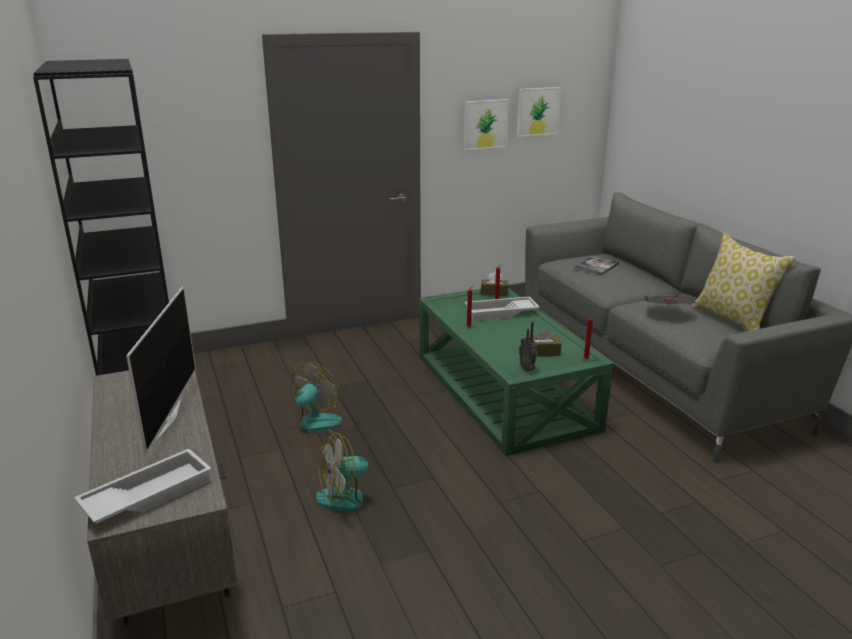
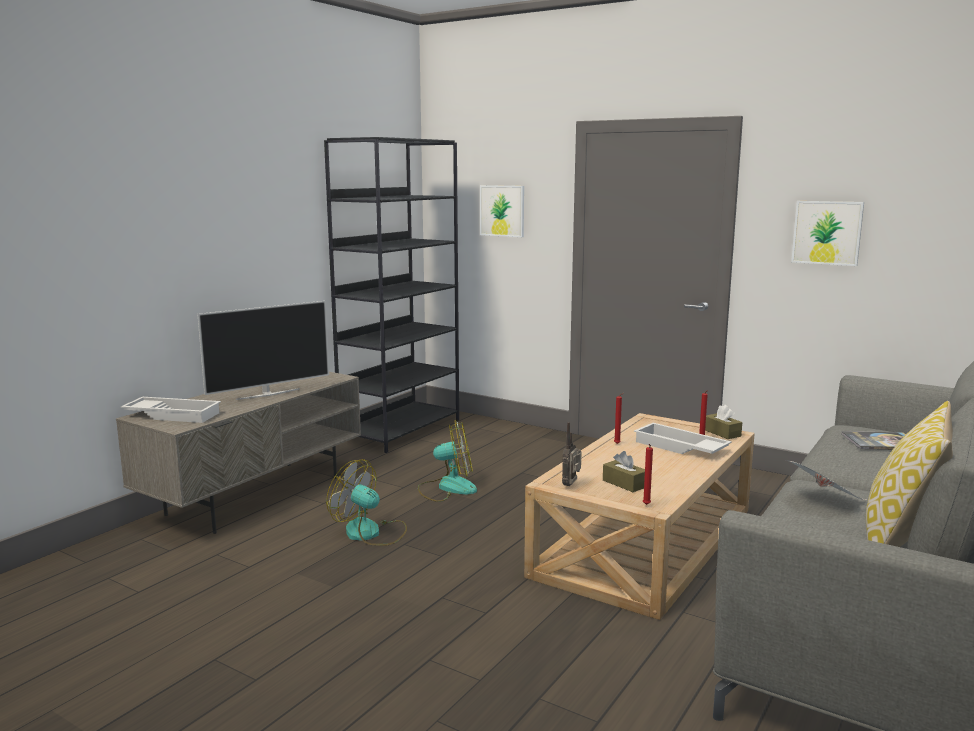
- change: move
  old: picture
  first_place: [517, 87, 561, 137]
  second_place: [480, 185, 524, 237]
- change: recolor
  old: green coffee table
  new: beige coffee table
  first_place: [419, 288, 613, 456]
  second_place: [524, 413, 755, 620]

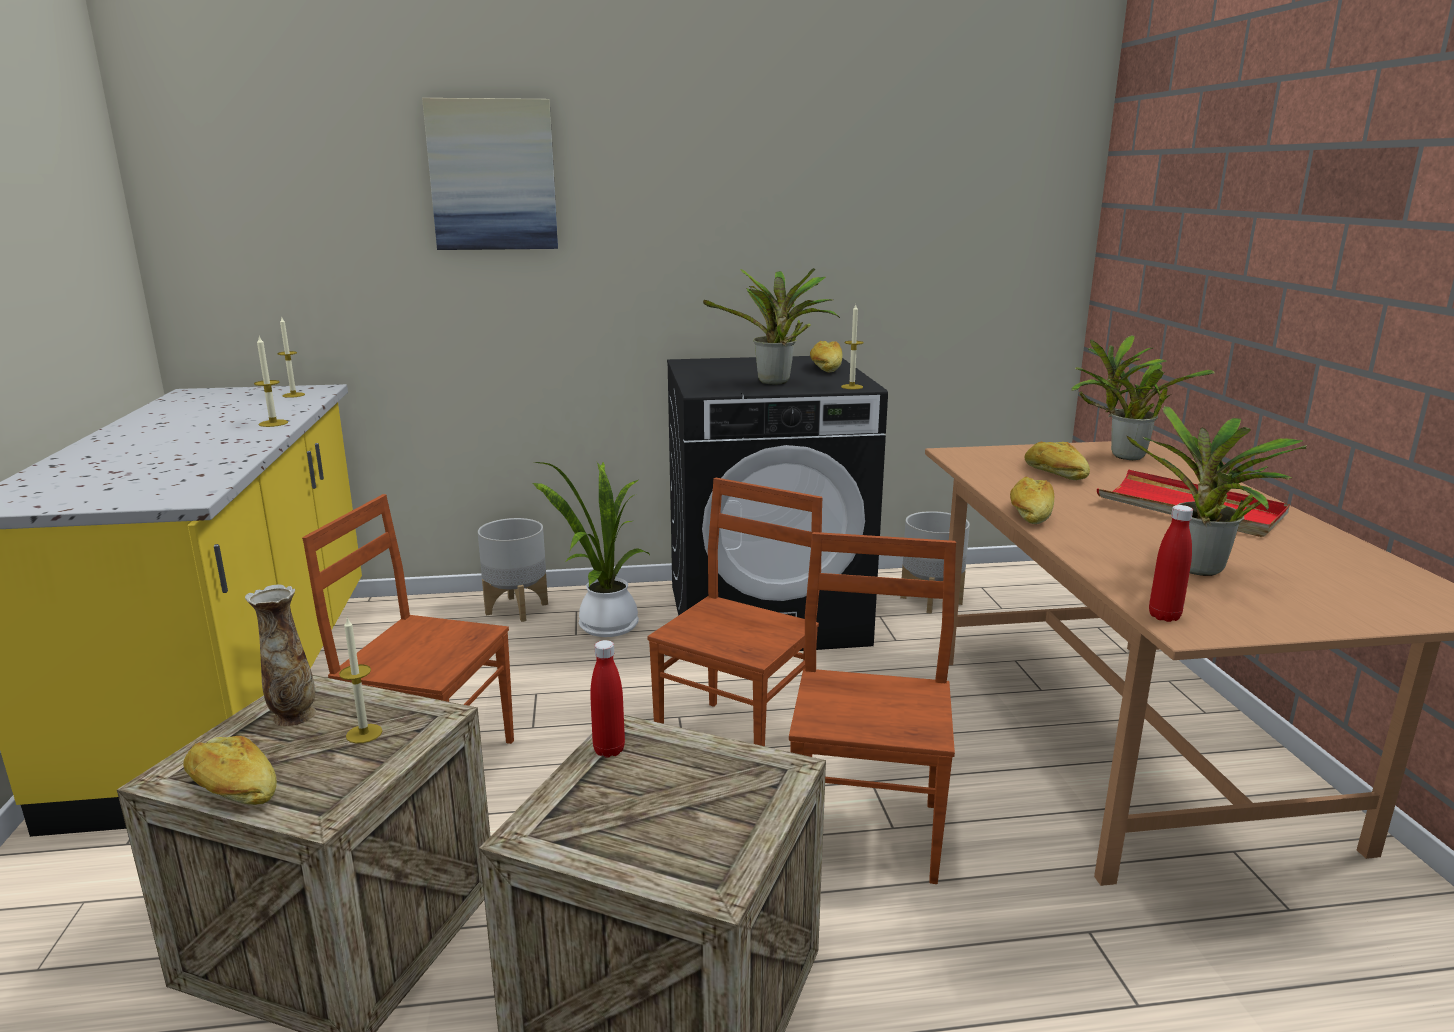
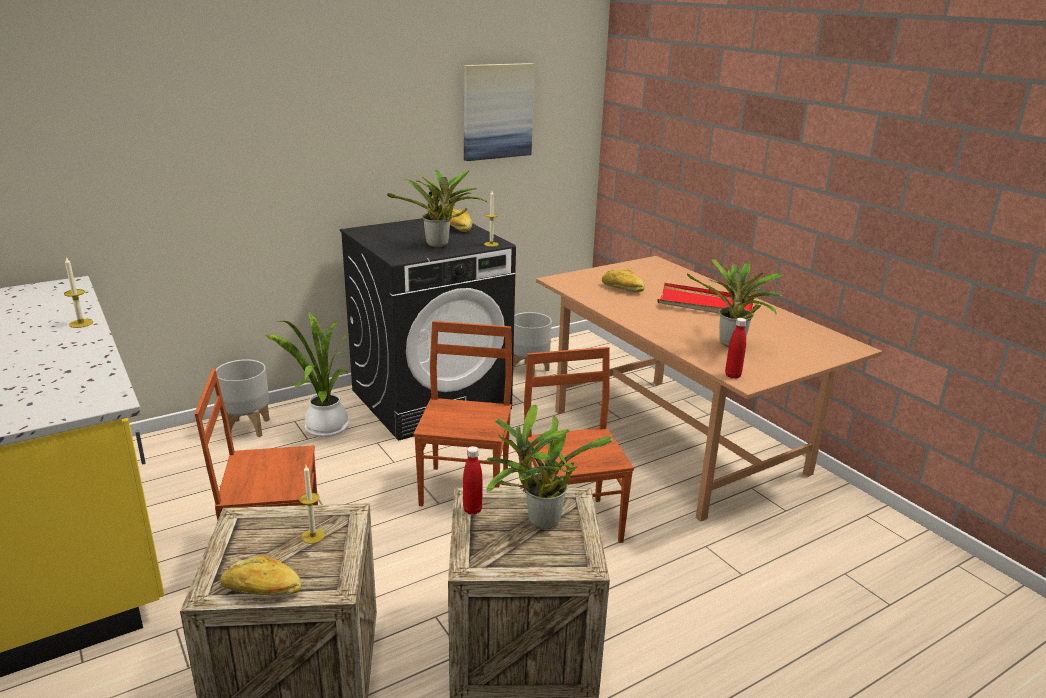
- change: move
  old: picture
  first_place: [422, 98, 558, 250]
  second_place: [463, 63, 534, 161]
- change: move
  old: potted plant
  first_place: [1071, 335, 1215, 460]
  second_place: [486, 405, 613, 529]
- change: delete
  old: vase
  first_place: [245, 584, 316, 726]
- change: delete
  old: candle
  first_place: [278, 317, 305, 398]
- change: delete
  old: bread
  first_place: [1010, 476, 1054, 524]

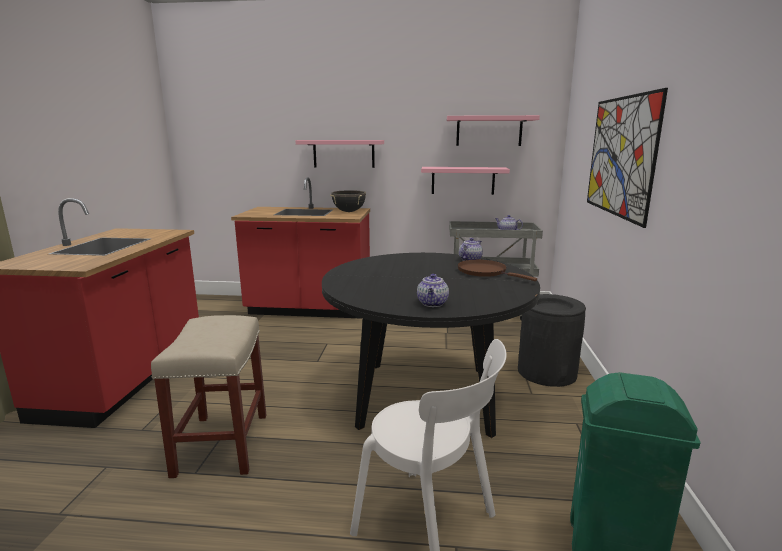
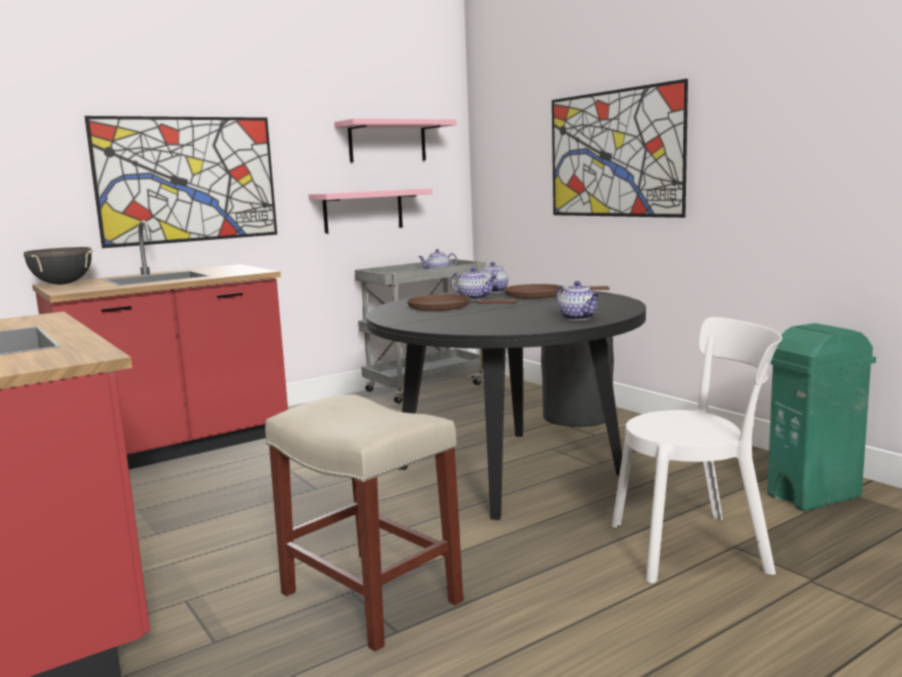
- change: move
  old: black cooking pot
  first_place: [330, 190, 366, 212]
  second_place: [24, 247, 93, 285]
- change: replace
  old: pink shelf
  new: picture
  first_place: [295, 140, 384, 168]
  second_place: [85, 116, 277, 248]
- change: insert
  new: brown frying pan
  second_place: [407, 295, 517, 311]
- change: insert
  new: teapot
  second_place: [451, 267, 497, 300]

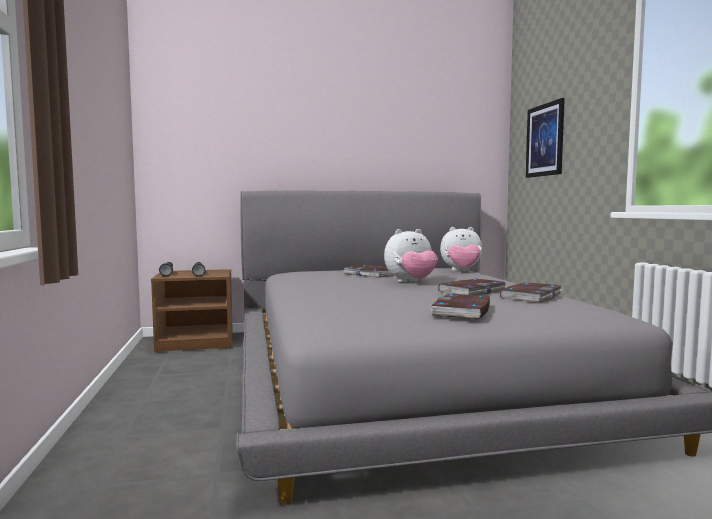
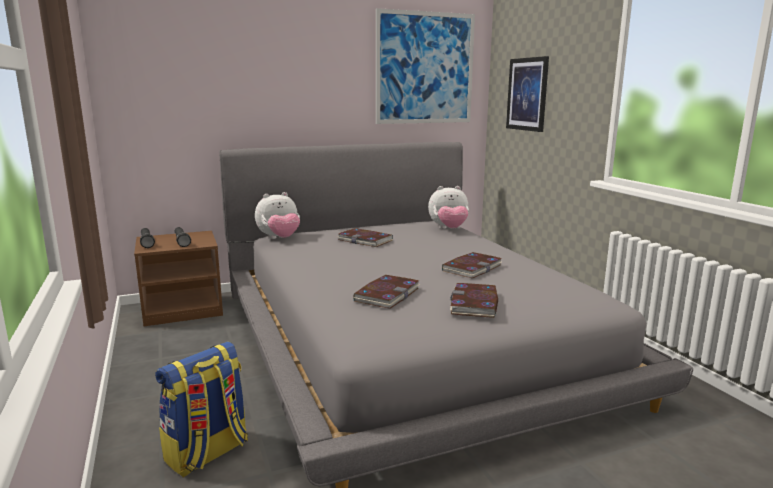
- change: insert
  new: backpack
  second_place: [155, 341, 248, 477]
- change: move
  old: plush toy
  first_place: [384, 229, 438, 282]
  second_place: [255, 192, 300, 239]
- change: move
  old: book
  first_place: [500, 282, 561, 302]
  second_place: [353, 275, 420, 309]
- change: insert
  new: picture
  second_place: [376, 8, 475, 124]

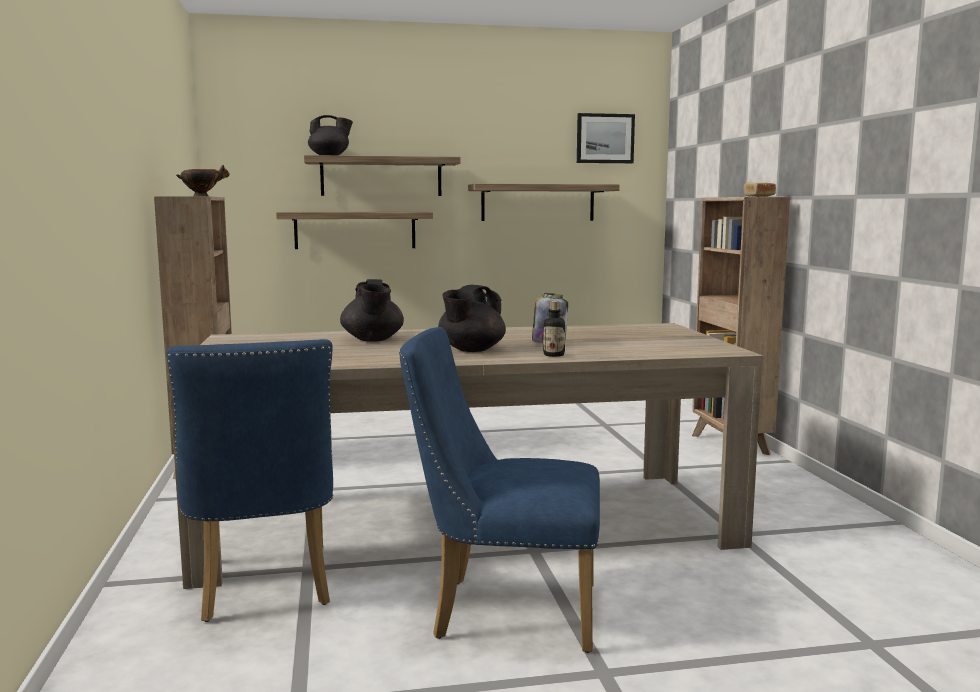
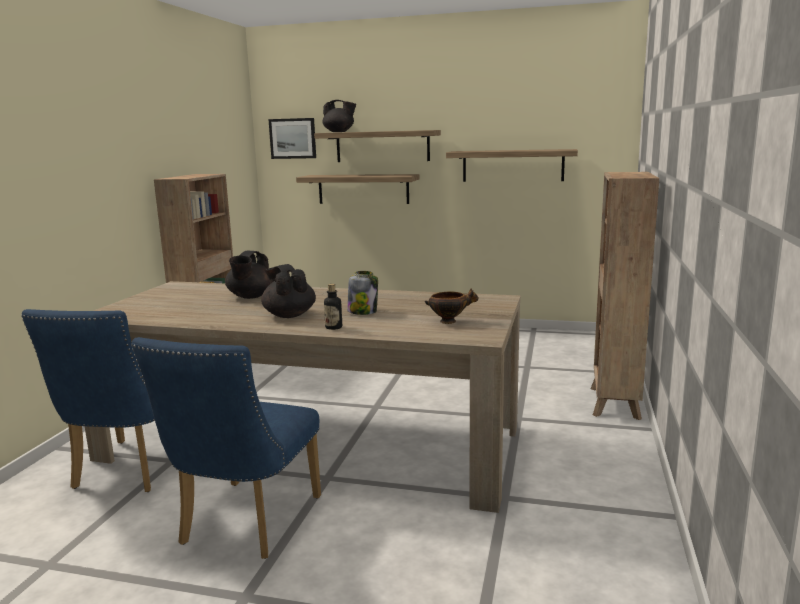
- change: rotate
  old: blue chair
  first_place: [399, 327, 600, 653]
  second_place: [131, 337, 321, 559]
  degrees: -105
- change: rotate
  old: black teapot
  first_place: [438, 285, 506, 352]
  second_place: [261, 264, 316, 318]
  degrees: 90
- change: move
  old: picture
  first_place: [577, 113, 635, 163]
  second_place: [268, 118, 316, 159]
- change: move
  old: bowl
  first_place: [176, 165, 230, 196]
  second_place: [425, 288, 479, 324]
- change: delete
  old: bread
  first_place: [743, 182, 776, 197]

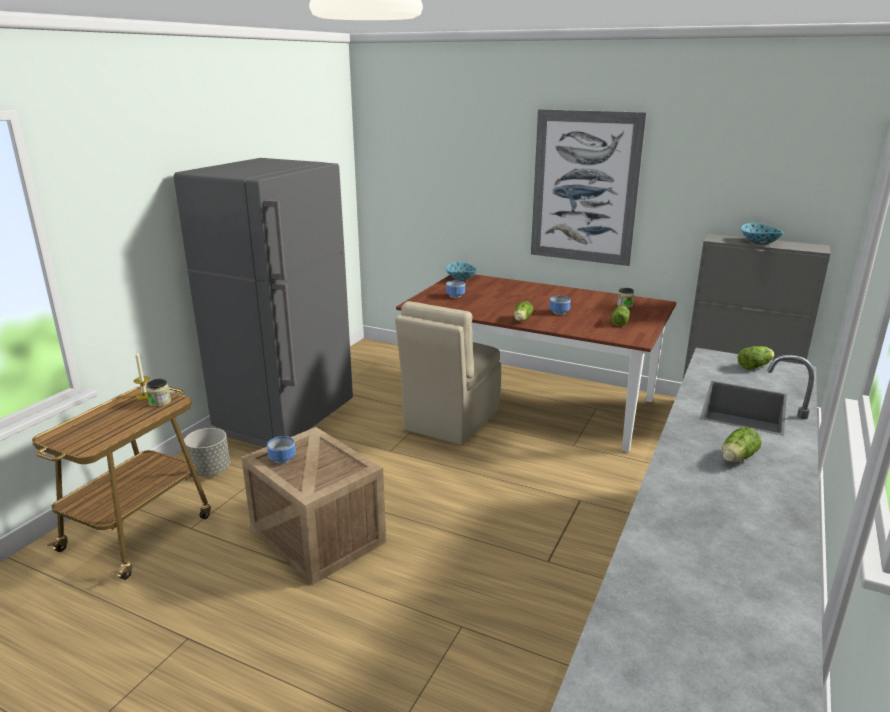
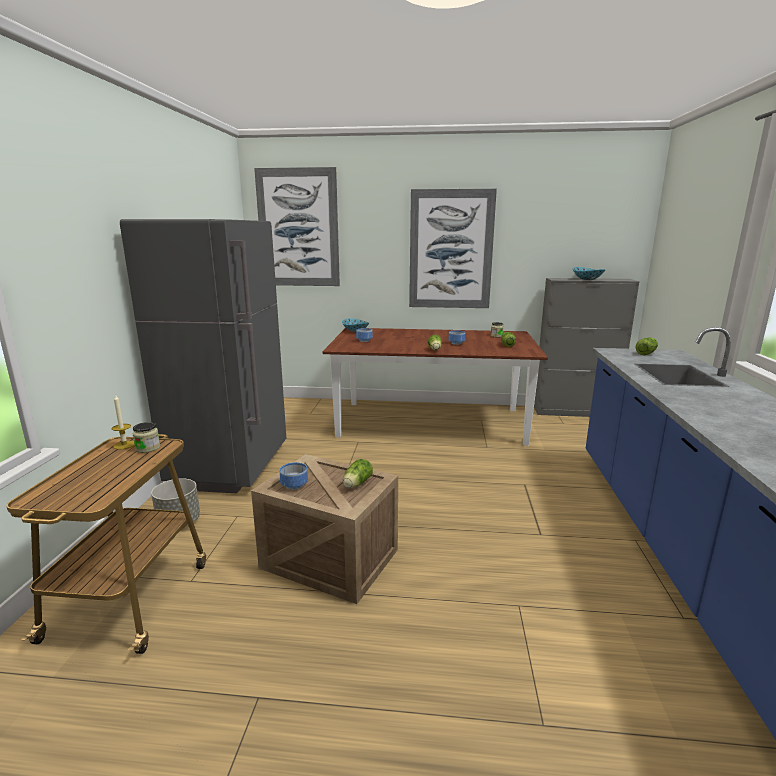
- change: insert
  new: picture
  second_place: [254, 167, 340, 286]
- change: move
  old: lettuce
  first_place: [722, 427, 762, 462]
  second_place: [343, 459, 373, 488]
- change: delete
  old: beige chair
  first_place: [395, 301, 501, 445]

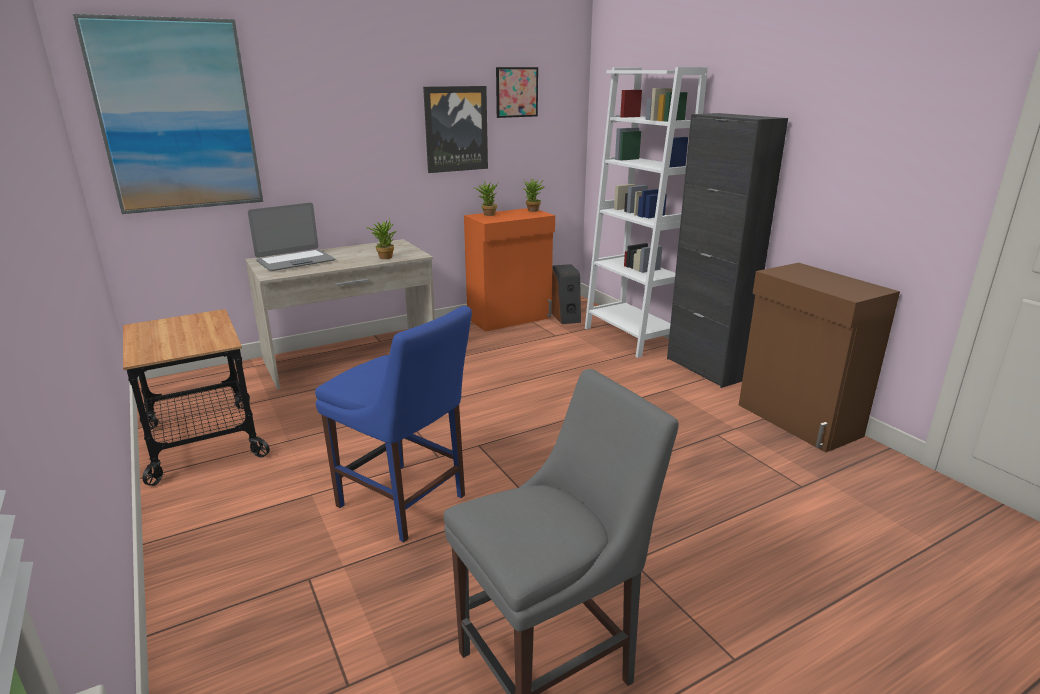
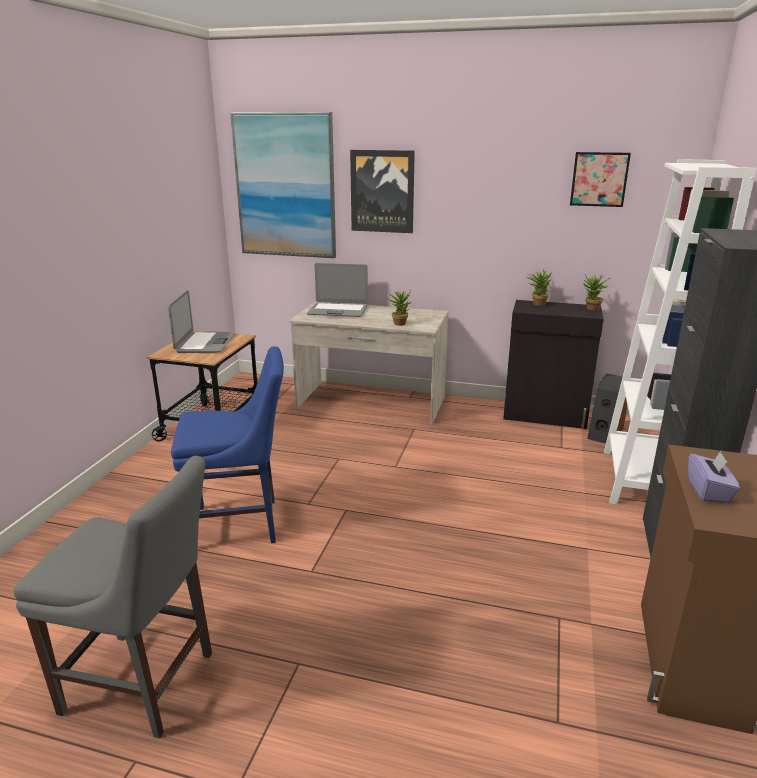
- change: insert
  new: laptop
  second_place: [168, 290, 235, 353]
- change: rotate
  old: blue chair
  first_place: [315, 306, 472, 542]
  second_place: [171, 346, 284, 543]
  degrees: -90
- change: move
  old: picture
  first_place: [423, 86, 488, 173]
  second_place: [350, 150, 415, 233]
- change: recolor
  old: orange cabinet
  new: black cabinet
  first_place: [464, 208, 555, 332]
  second_place: [503, 300, 604, 429]
- change: insert
  new: purple tissue box
  second_place: [688, 451, 740, 503]

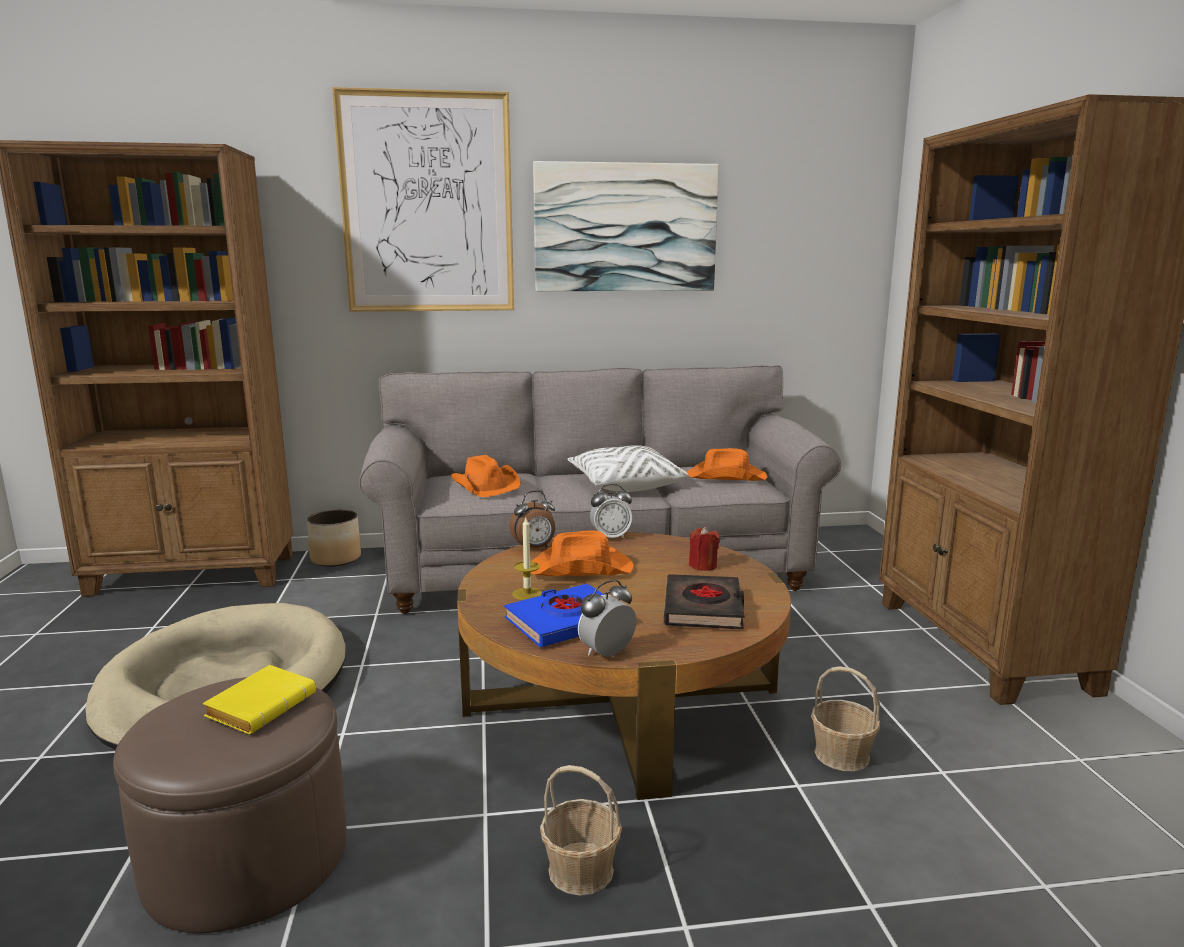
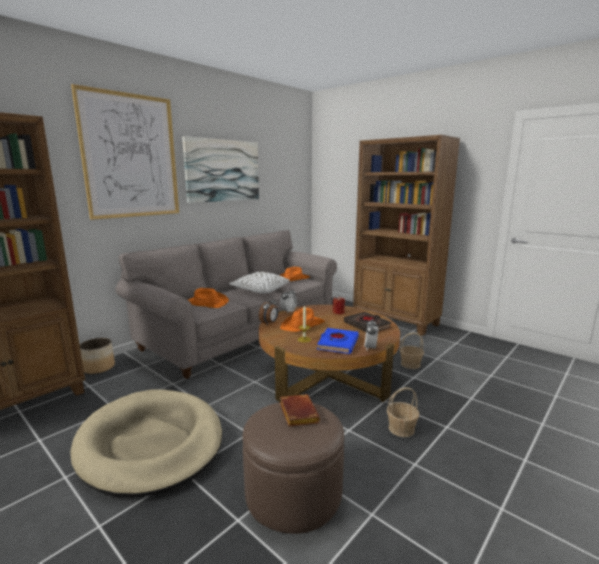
- change: recolor
  old: yellow book
  new: brown book
  first_place: [203, 665, 316, 734]
  second_place: [280, 394, 321, 427]

